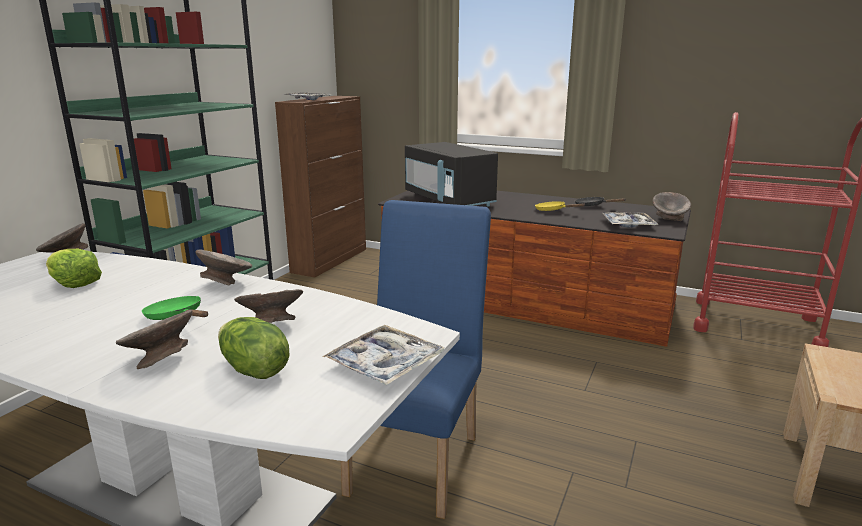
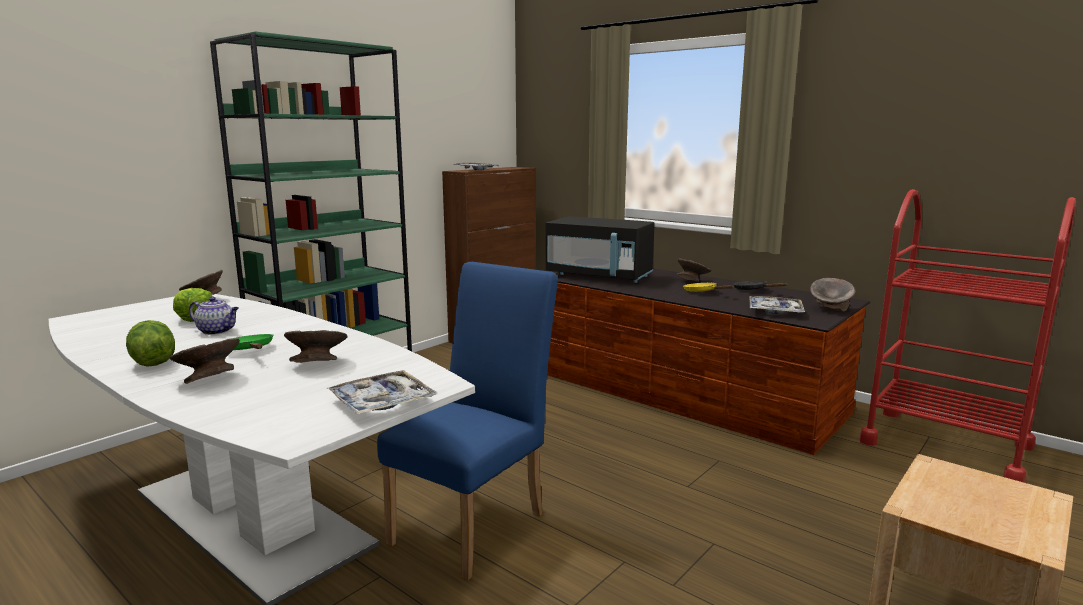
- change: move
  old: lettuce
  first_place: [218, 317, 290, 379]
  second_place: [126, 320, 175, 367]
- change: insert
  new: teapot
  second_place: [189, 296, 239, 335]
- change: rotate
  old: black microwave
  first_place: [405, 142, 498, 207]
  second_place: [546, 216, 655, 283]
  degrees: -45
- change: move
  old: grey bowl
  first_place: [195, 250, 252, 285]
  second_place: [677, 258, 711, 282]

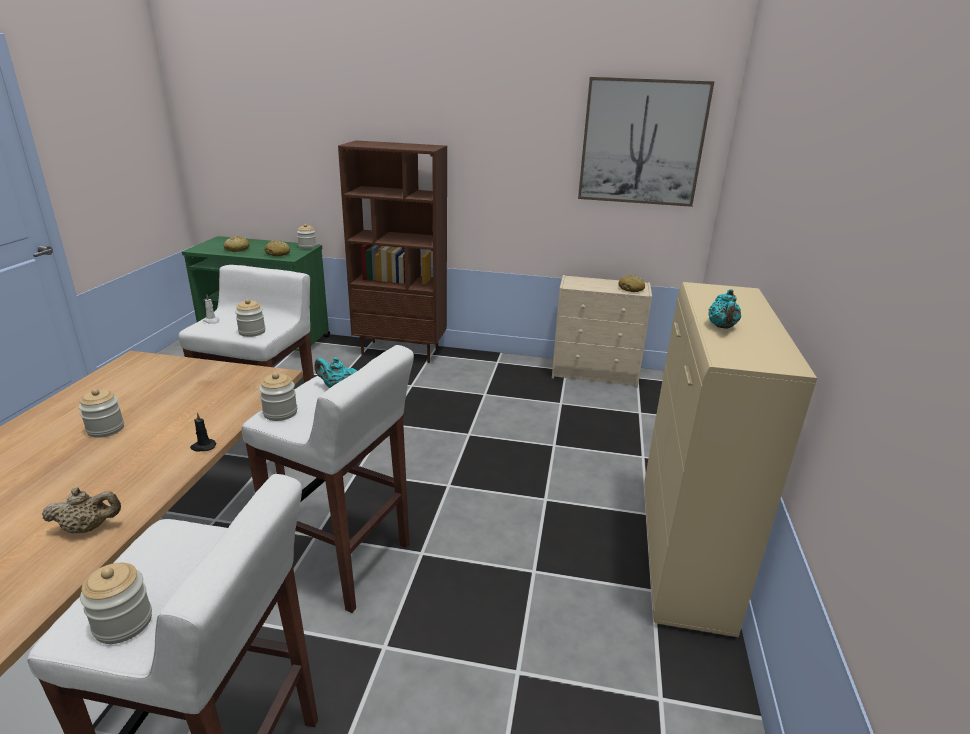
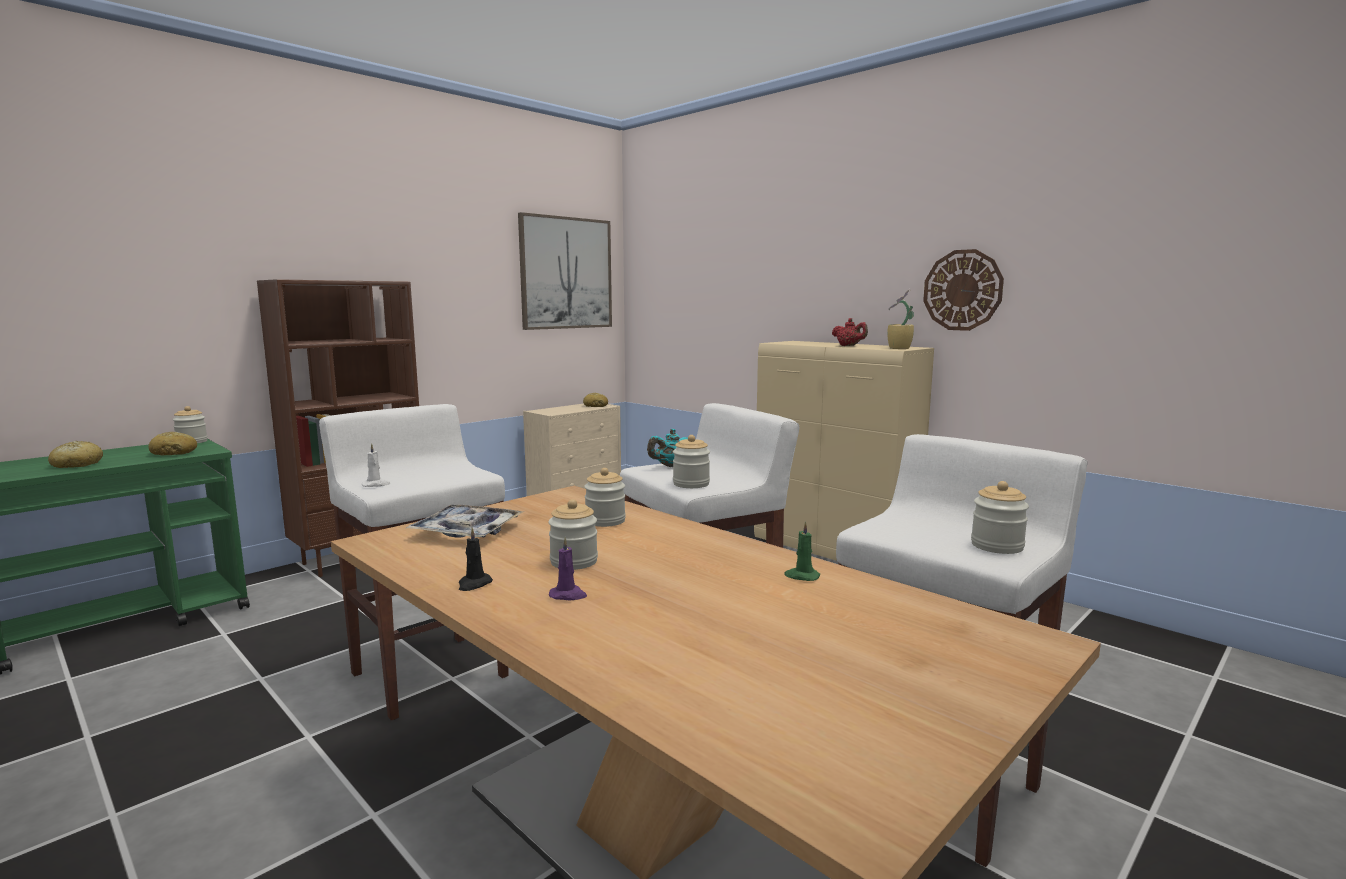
- change: insert
  new: tray
  second_place: [406, 505, 523, 538]
- change: move
  old: black candle
  first_place: [190, 413, 216, 452]
  second_place: [459, 528, 493, 591]
- change: insert
  new: purple candle
  second_place: [549, 537, 587, 600]
- change: move
  old: jar
  first_place: [235, 299, 265, 337]
  second_place: [584, 468, 626, 527]
- change: replace
  old: beige teapot
  new: green candle
  first_place: [42, 487, 121, 533]
  second_place: [784, 521, 820, 581]
- change: recolor
  old: turquoise teapot
  new: red teapot
  first_place: [708, 289, 741, 329]
  second_place: [832, 318, 868, 346]
- change: insert
  new: potted plant
  second_place: [887, 289, 914, 349]
- change: insert
  new: wall clock
  second_place: [923, 249, 1004, 331]

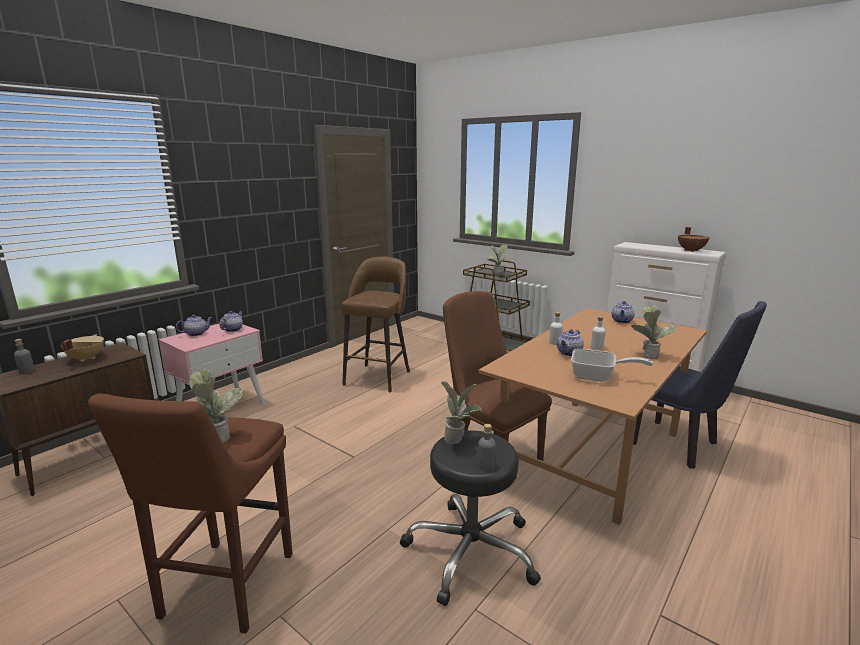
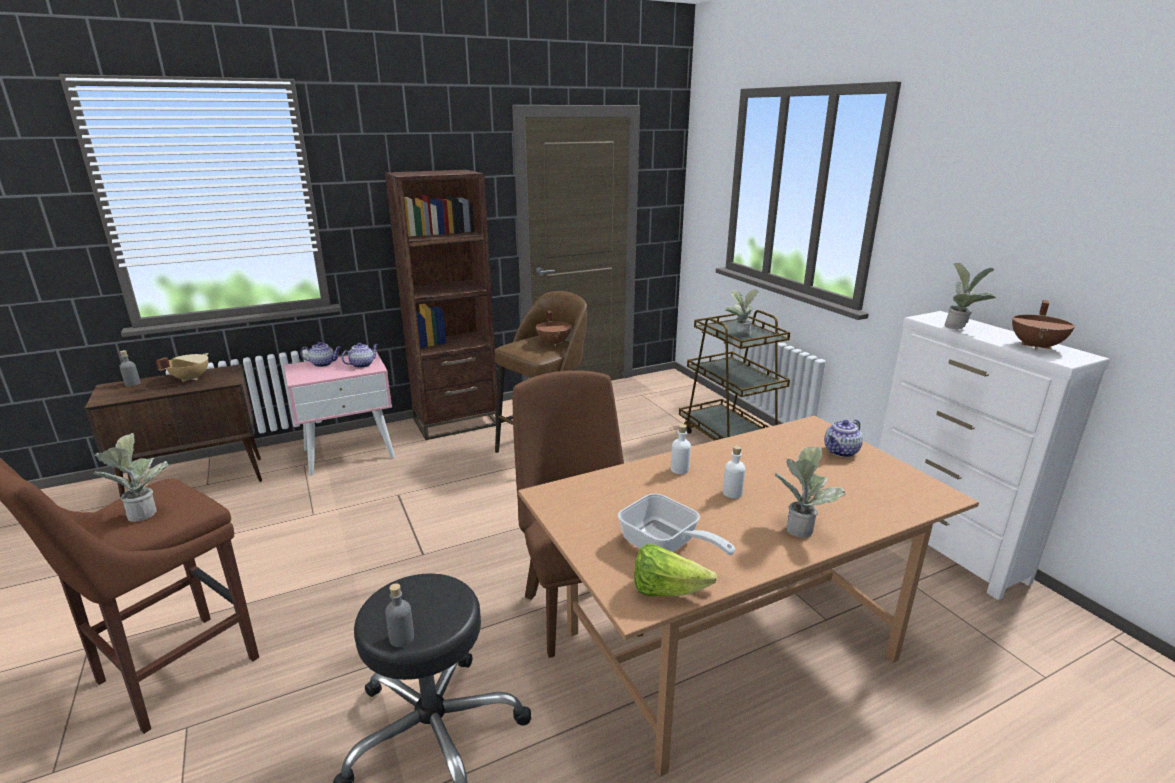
- change: insert
  new: brown bookcase
  second_place: [385, 170, 497, 440]
- change: insert
  new: brown cooking pot
  second_place: [536, 310, 572, 346]
- change: insert
  new: lettuce
  second_place: [634, 544, 717, 596]
- change: move
  old: potted plant
  first_place: [441, 381, 482, 444]
  second_place: [944, 263, 996, 329]
- change: delete
  old: teapot
  first_place: [557, 329, 584, 356]
- change: delete
  old: blue chair
  first_place: [633, 301, 767, 468]

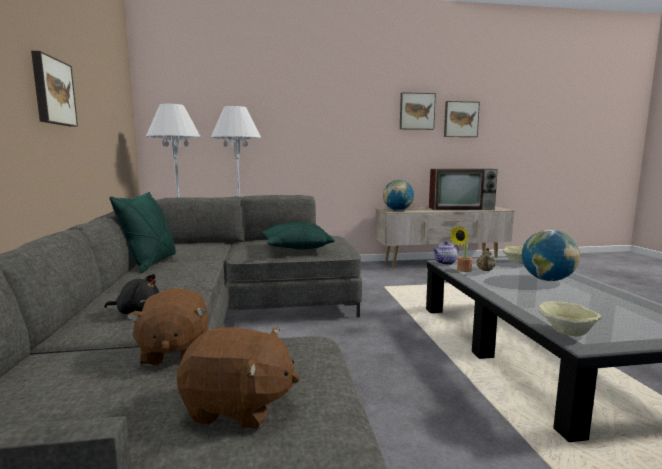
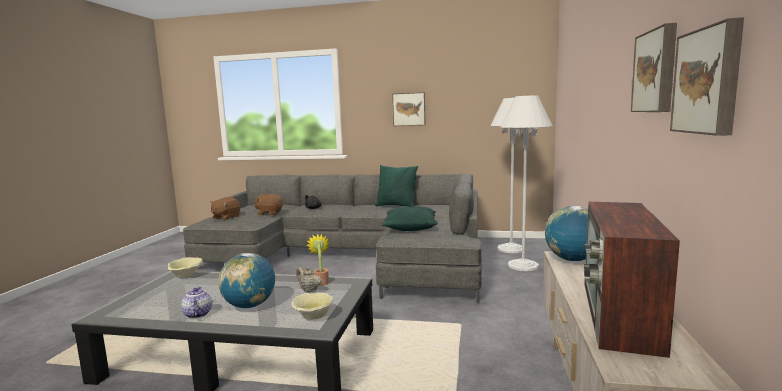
- change: move
  old: teapot
  first_place: [433, 242, 459, 265]
  second_place: [181, 287, 212, 318]

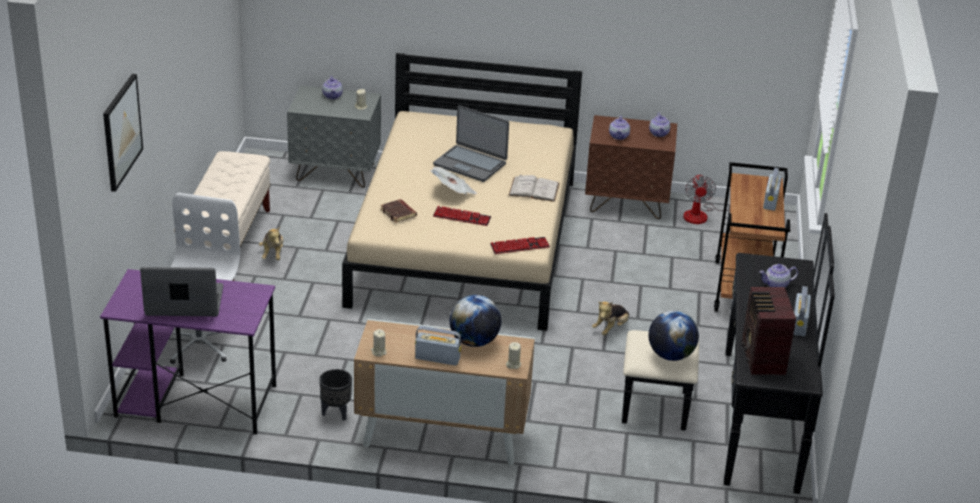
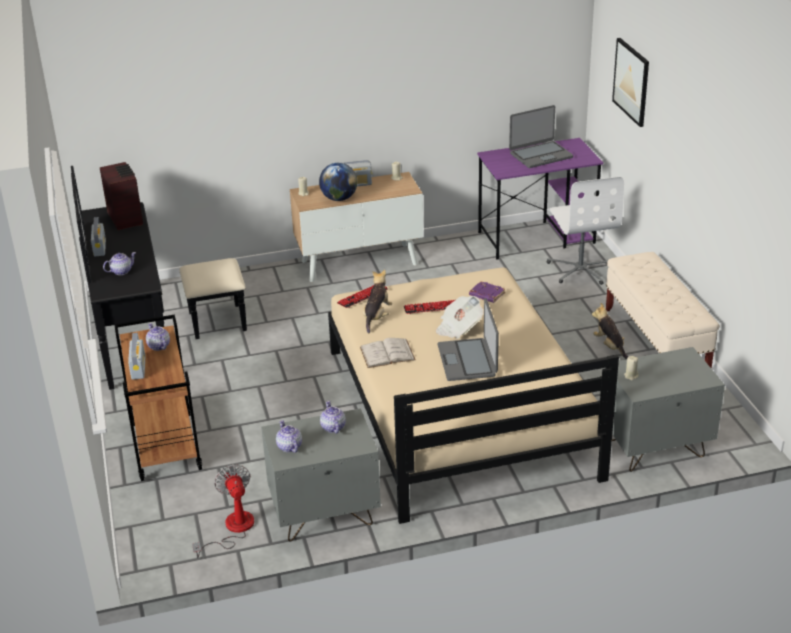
- change: move
  old: teapot
  first_place: [322, 76, 343, 99]
  second_place: [146, 323, 170, 351]
- change: recolor
  old: brown nightstand
  new: grey nightstand
  first_place: [585, 115, 677, 219]
  second_place: [261, 408, 381, 541]
- change: move
  old: plush toy
  first_place: [592, 301, 630, 335]
  second_place: [363, 270, 392, 333]
- change: rotate
  old: laptop
  first_place: [433, 105, 509, 182]
  second_place: [438, 298, 499, 381]
  degrees: -105
- change: recolor
  old: brown book
  new: purple book
  first_place: [381, 199, 417, 223]
  second_place: [469, 281, 505, 303]
- change: delete
  old: black planter
  first_place: [319, 369, 352, 420]
- change: delete
  old: globe
  first_place: [649, 310, 699, 361]

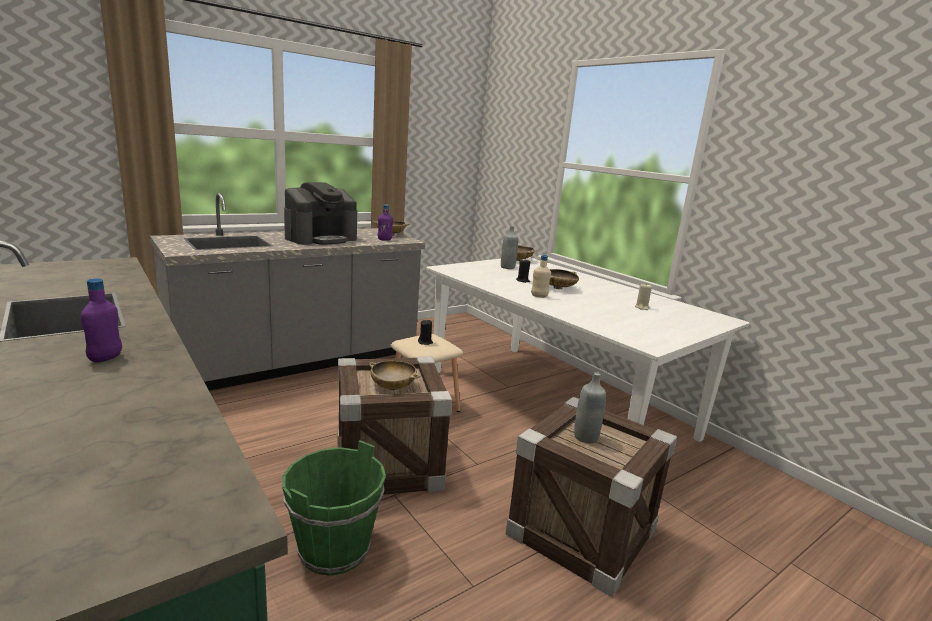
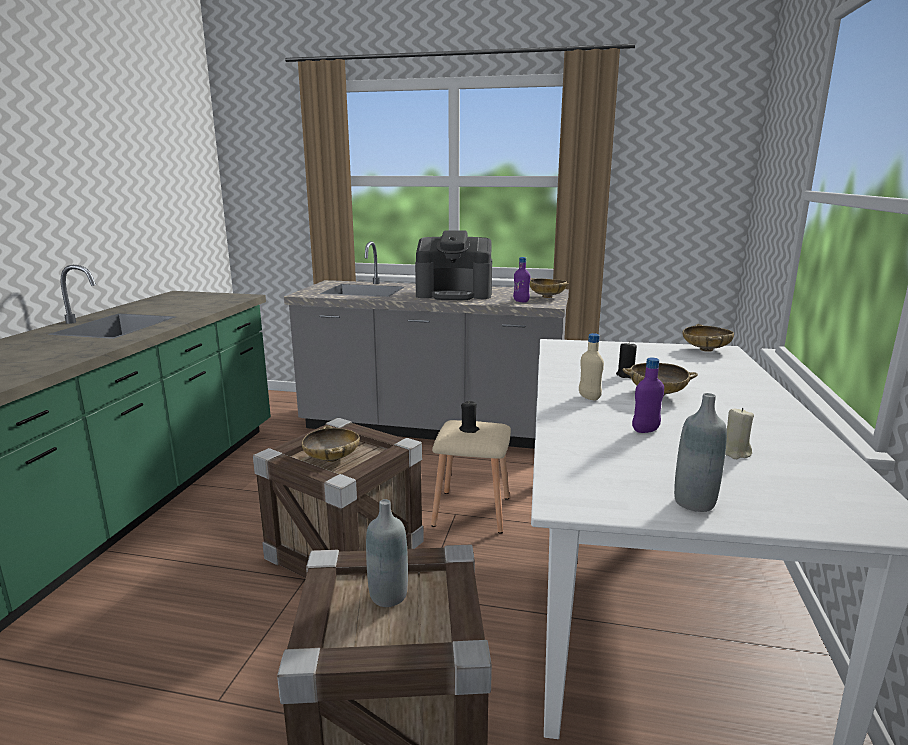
- change: move
  old: purple bottle
  first_place: [80, 278, 122, 363]
  second_place: [632, 358, 664, 433]
- change: move
  old: grey bottle
  first_place: [501, 226, 518, 269]
  second_place: [674, 393, 727, 512]
- change: delete
  old: green bucket
  first_place: [282, 440, 386, 576]

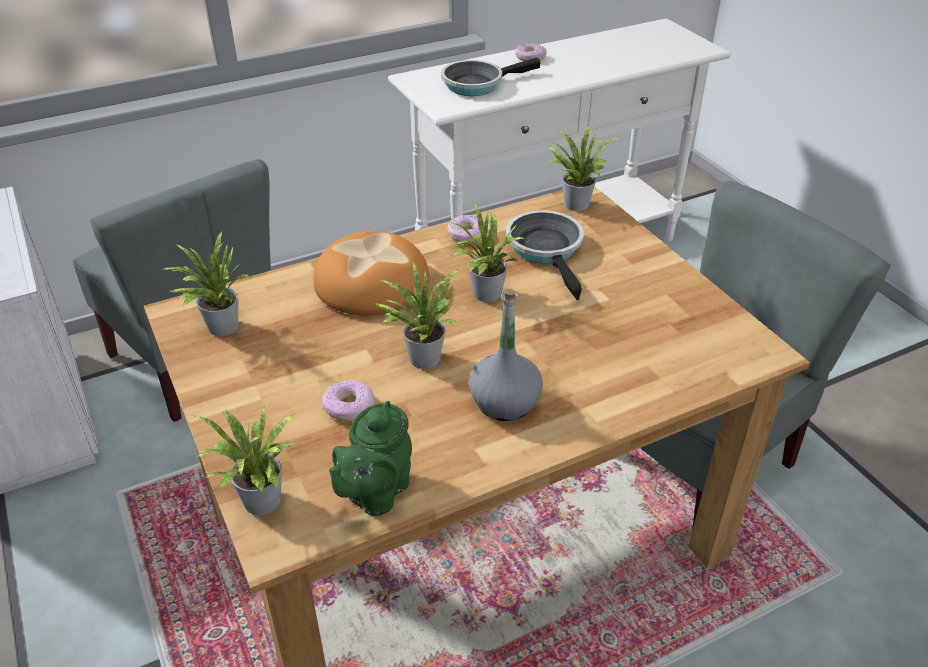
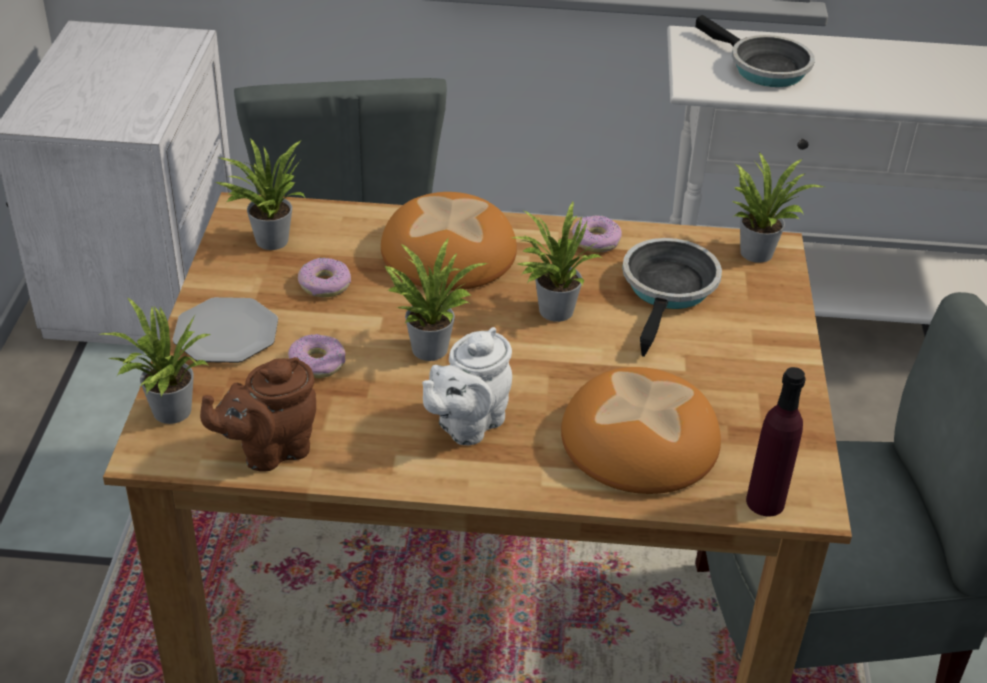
- change: insert
  new: plate
  second_place: [172, 297, 278, 363]
- change: recolor
  old: green teapot
  new: brown teapot
  first_place: [329, 401, 412, 516]
  second_place: [200, 357, 316, 472]
- change: move
  old: donut
  first_place: [515, 43, 546, 61]
  second_place: [298, 258, 351, 298]
- change: replace
  old: grey bottle
  new: white teapot
  first_place: [469, 289, 543, 421]
  second_place: [422, 327, 512, 445]
- change: insert
  new: bread
  second_place: [561, 367, 721, 494]
- change: rotate
  old: frying pan
  first_place: [441, 57, 540, 96]
  second_place: [695, 15, 815, 87]
  degrees: -135
- change: insert
  new: purple bottle
  second_place: [746, 367, 806, 516]

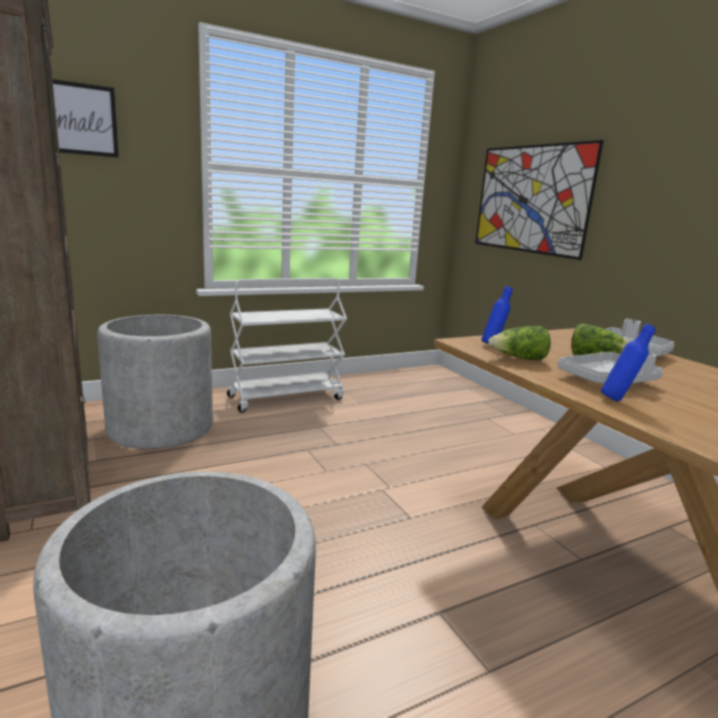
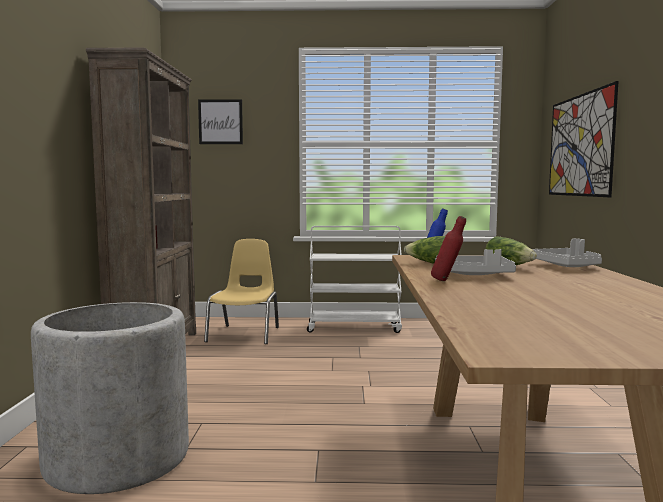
- change: replace
  old: grey planter
  new: yellow chair
  first_place: [97, 315, 213, 449]
  second_place: [204, 239, 279, 344]
- change: recolor
  old: blue bottle
  new: red bottle
  first_place: [601, 323, 656, 402]
  second_place: [431, 216, 466, 281]

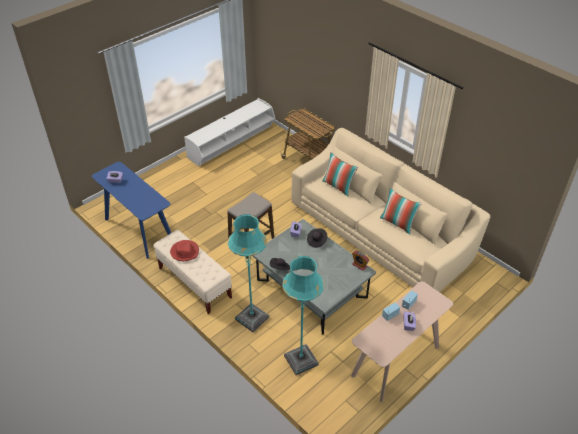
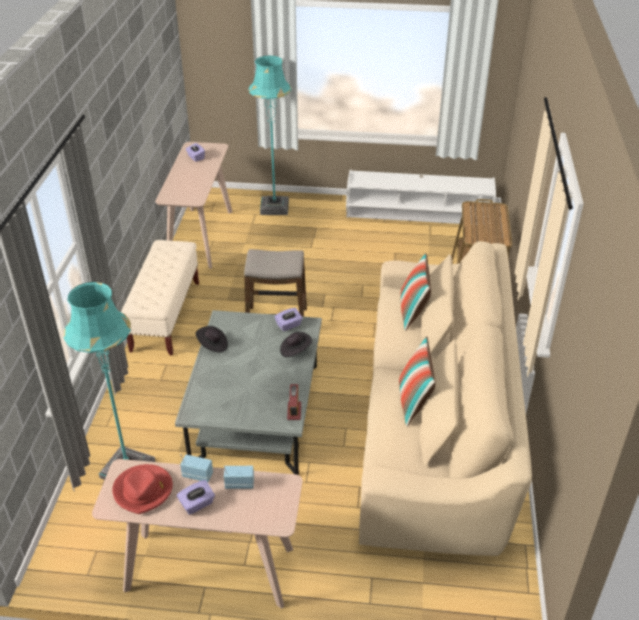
- change: move
  old: red hat
  first_place: [170, 240, 199, 261]
  second_place: [112, 464, 173, 514]
- change: recolor
  old: blue console table
  new: beige console table
  first_place: [92, 162, 171, 259]
  second_place: [155, 142, 232, 269]
- change: move
  old: turquoise floor lamp
  first_place: [228, 214, 269, 332]
  second_place: [248, 55, 292, 215]

